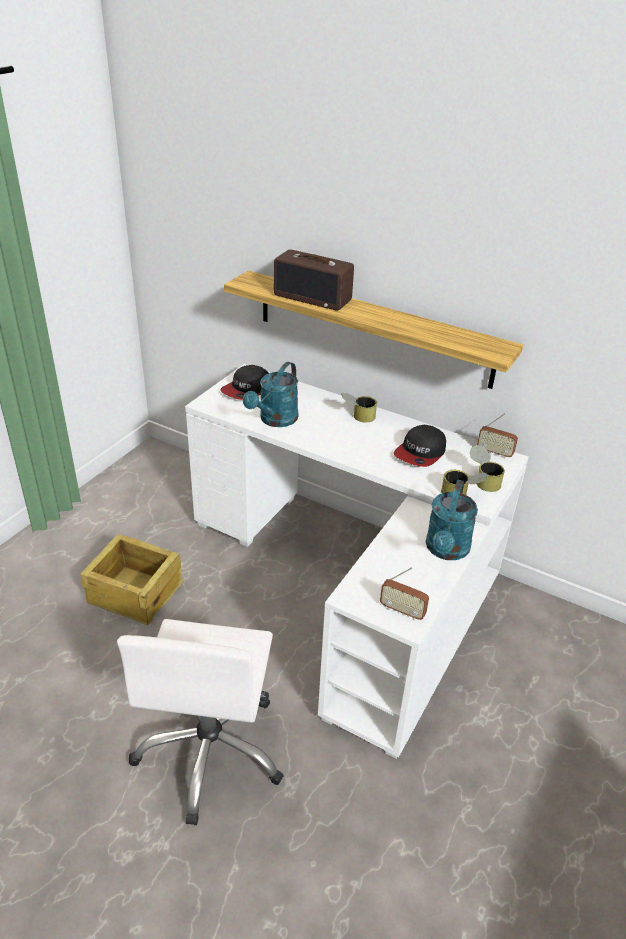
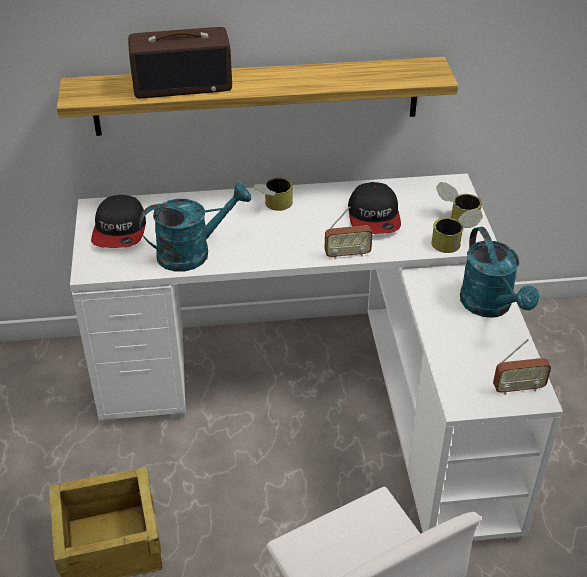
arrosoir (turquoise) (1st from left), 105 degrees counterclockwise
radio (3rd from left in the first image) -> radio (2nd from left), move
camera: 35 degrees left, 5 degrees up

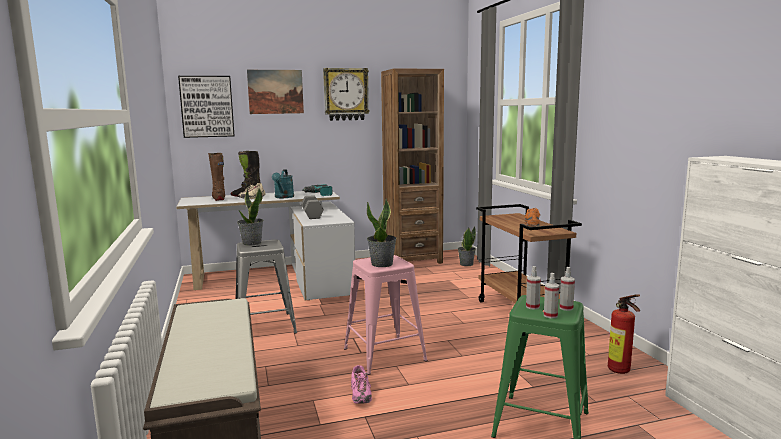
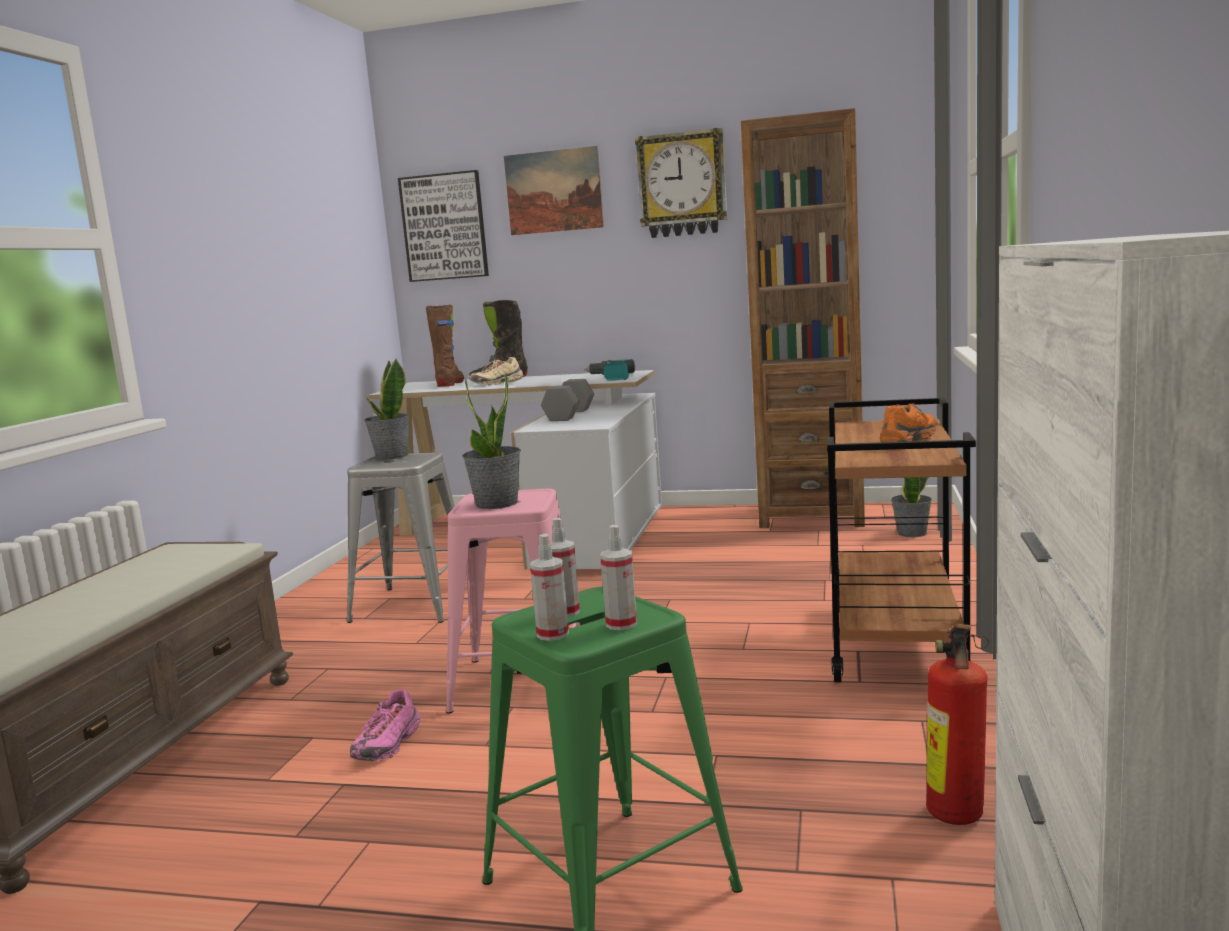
arrosoir (turquoise) -> none
camera: 30 degrees right, 0 degrees up

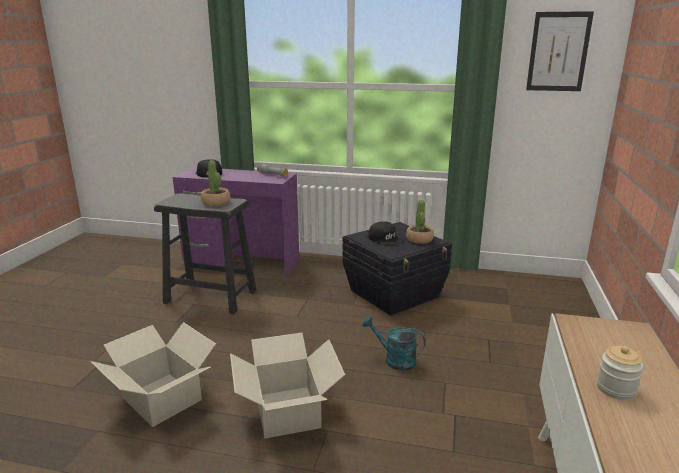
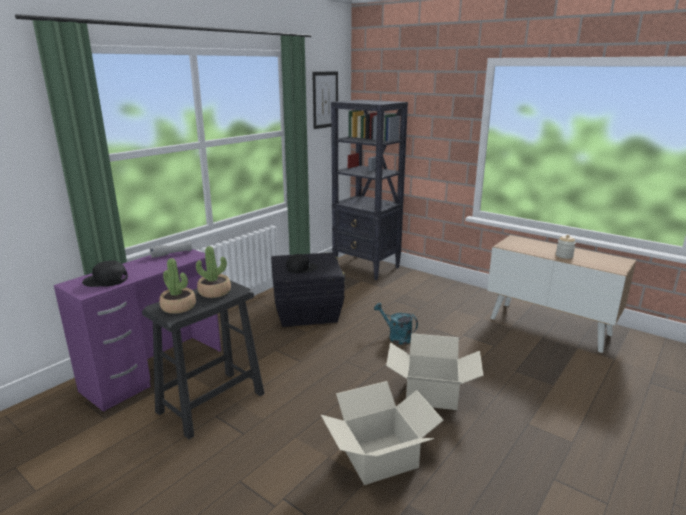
arrosoir (turquoise), 75 degrees clockwise
plante en pot (2nd from left in the first image) -> plante en pot (1st from left), move
none -> bibliothèque (noir)
camera: 65 degrees left, 0 degrees up

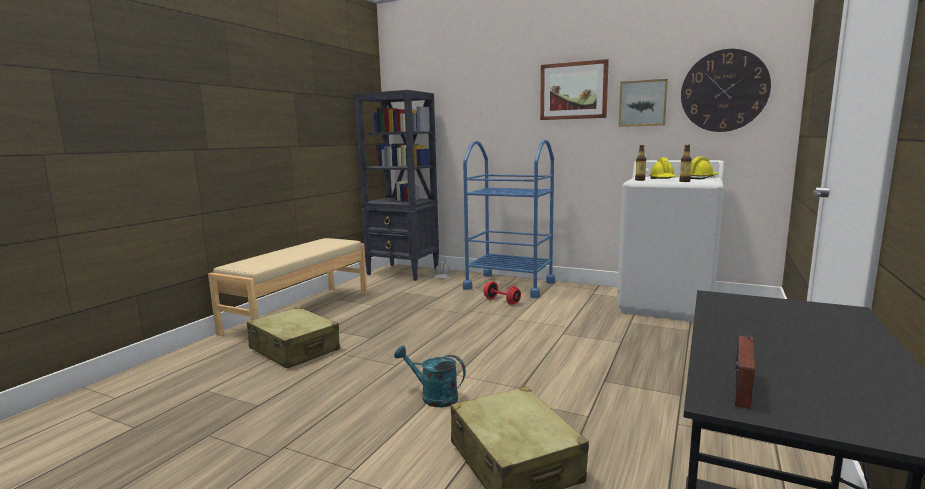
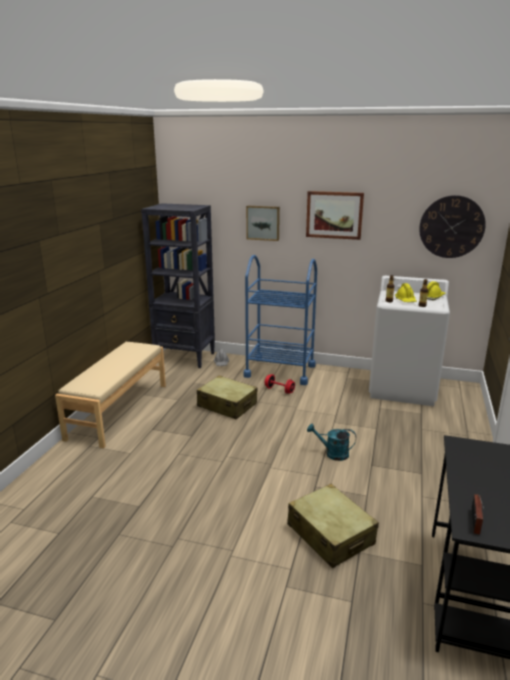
valise (beige) (1st from left), move
arrosoir (turquoise), move
tableau (2nd from left in the first image) -> tableau (1st from left), move
camera: 10 degrees left, 10 degrees up

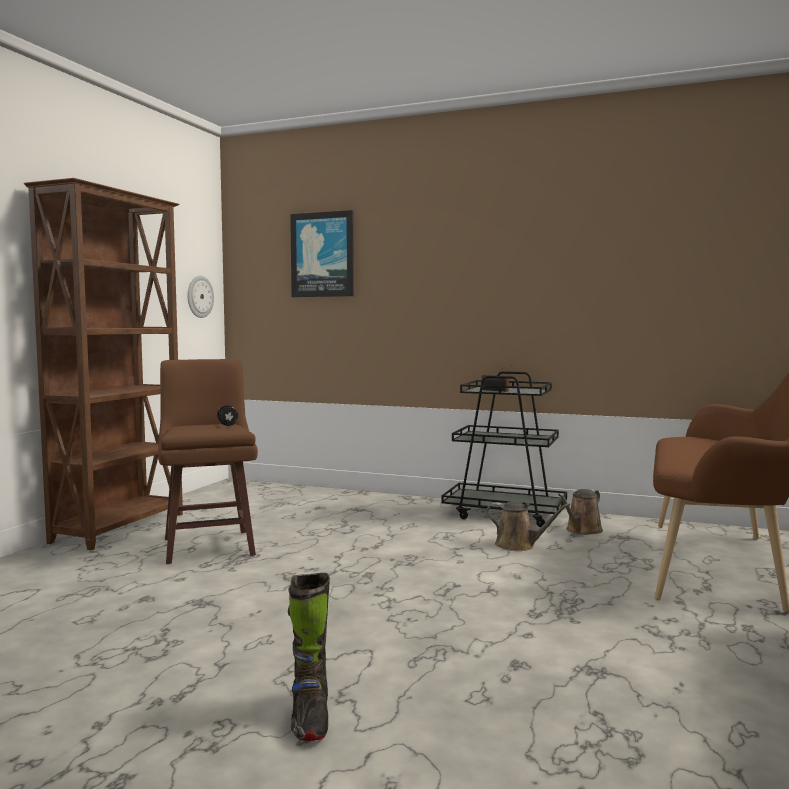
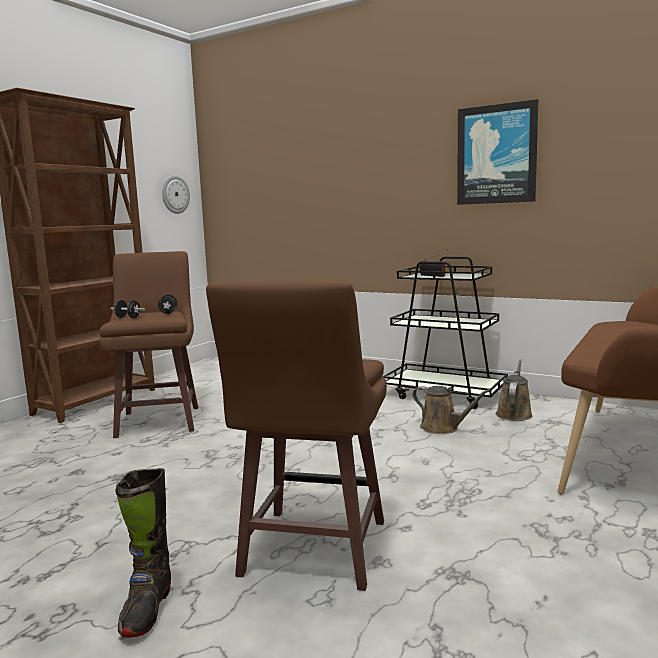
tableau, move
arrosoir (marron) (2nd from left), 150 degrees clockwise
none -> haltère (noir) (1st from left)
none -> tabouret (marron) (2nd from left)
camera: 10 degrees right, 5 degrees up

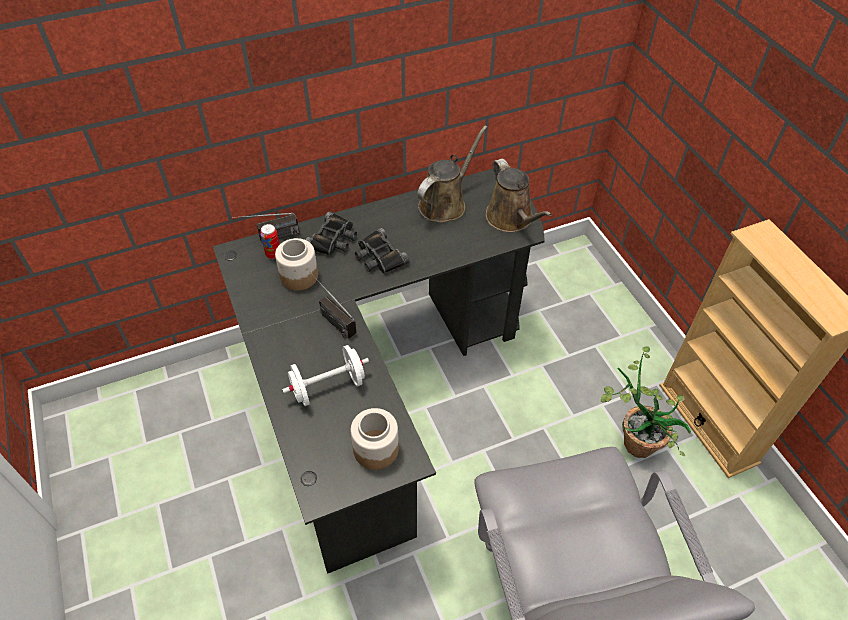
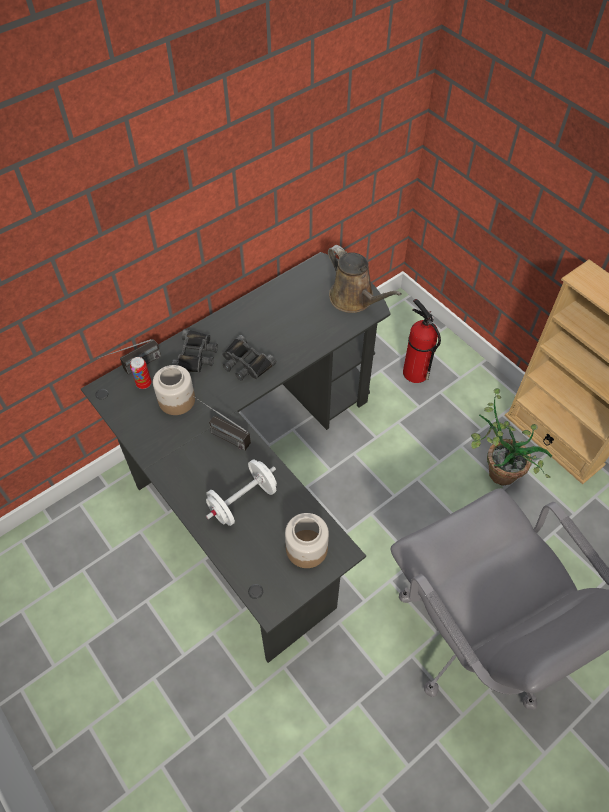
arrosoir (marron) (1st from left) -> none
none -> extincteur
camera: 15 degrees left, 5 degrees up

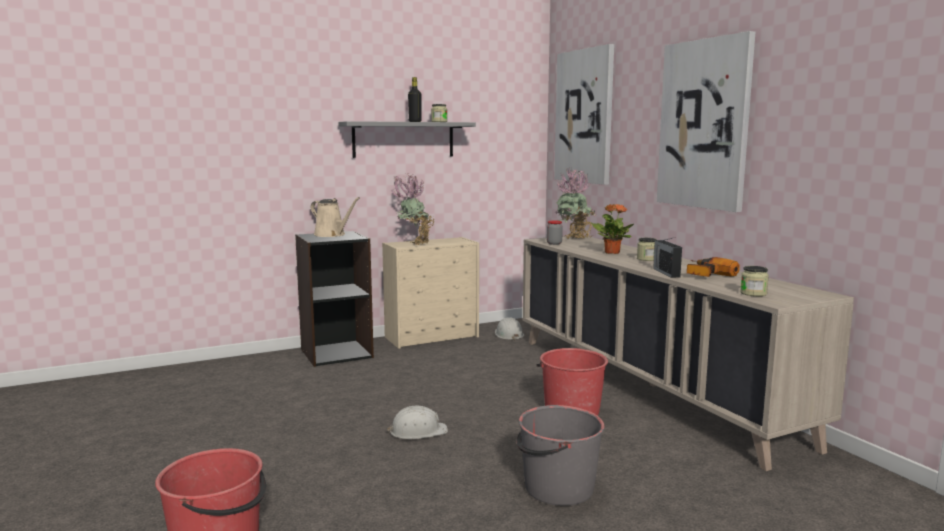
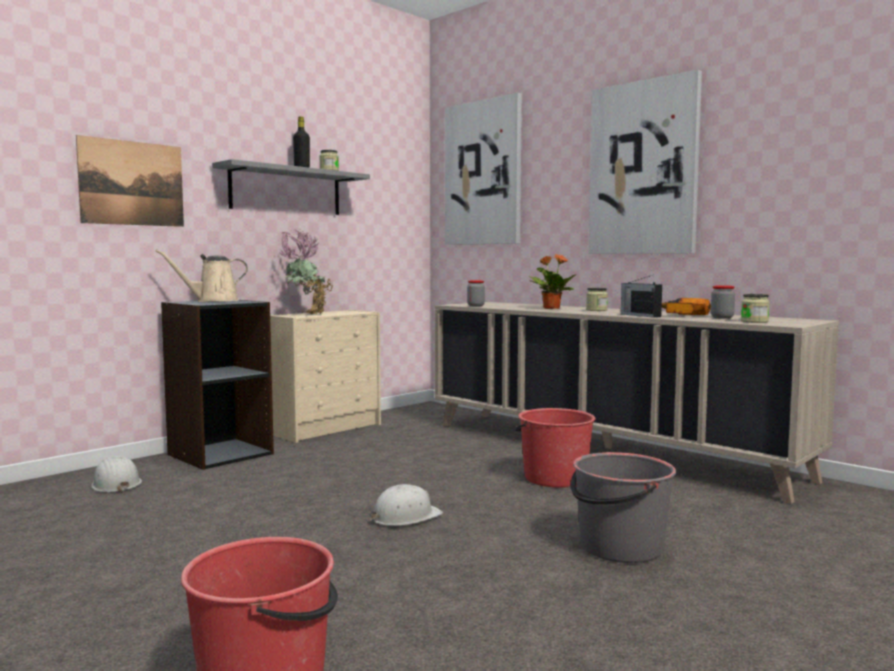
arrosoir (beige), 135 degrees clockwise
casque de chantier (blanc) (2nd from left in the first image) -> casque de chantier (blanc) (1st from left), move
plante en pot (2nd from left) -> none
none -> tableau (1st from left)
none -> bocal (4th from left)
camera: 20 degrees left, 5 degrees down

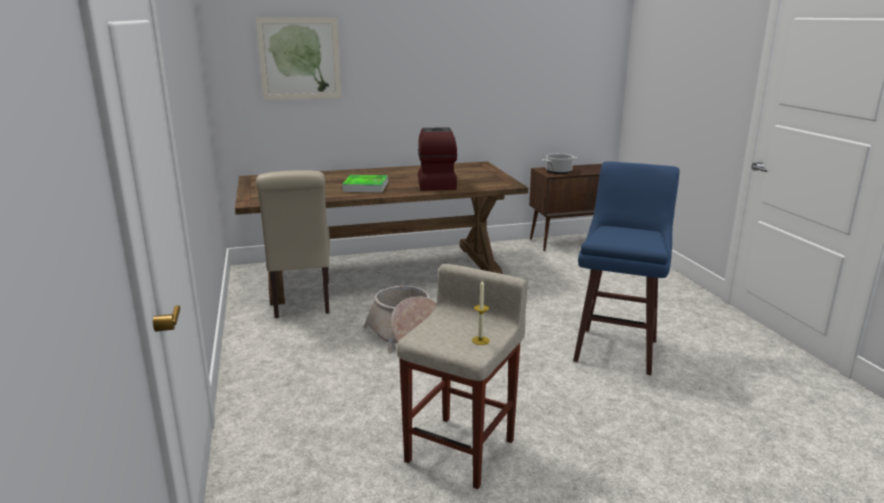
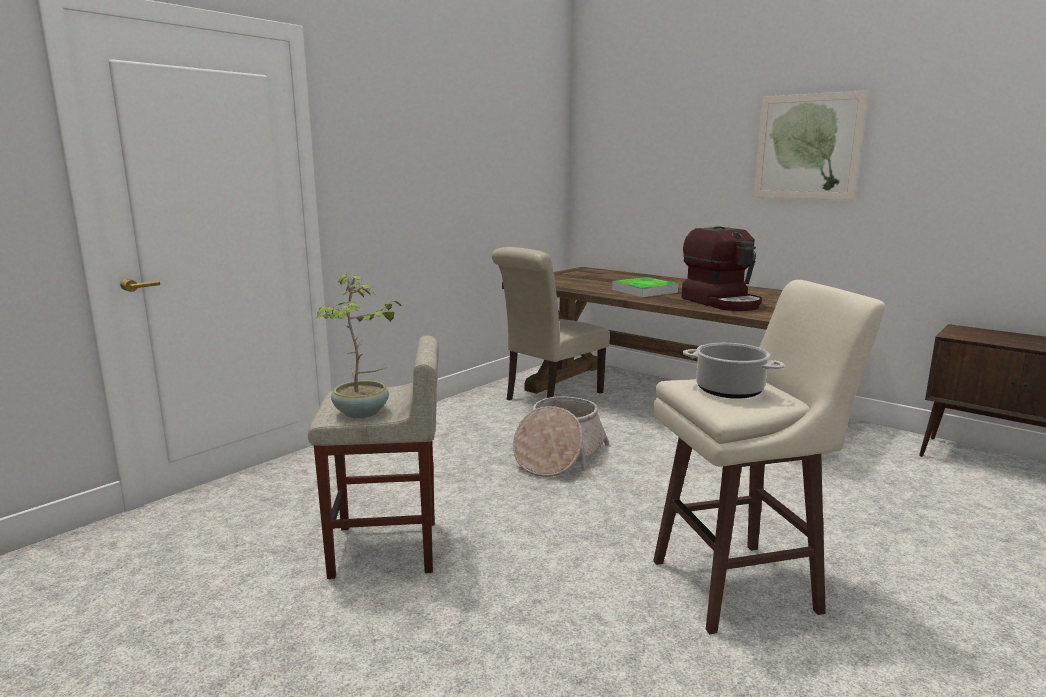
tableau, move
machine à café, 105 degrees clockwise
bougie -> plante en pot
marmite, move
tabouret (bleu) -> tabouret (beige) (2nd from left)
camera: 55 degrees right, 5 degrees down

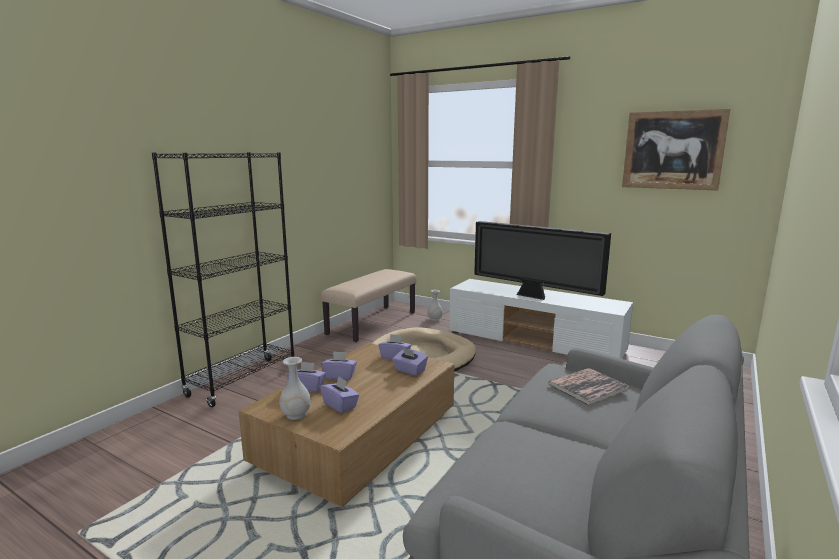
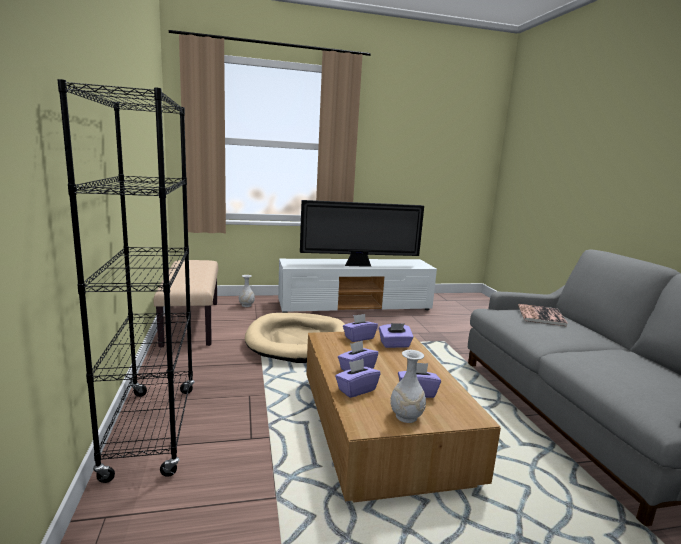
tableau -> none
camera: 45 degrees left, 0 degrees up

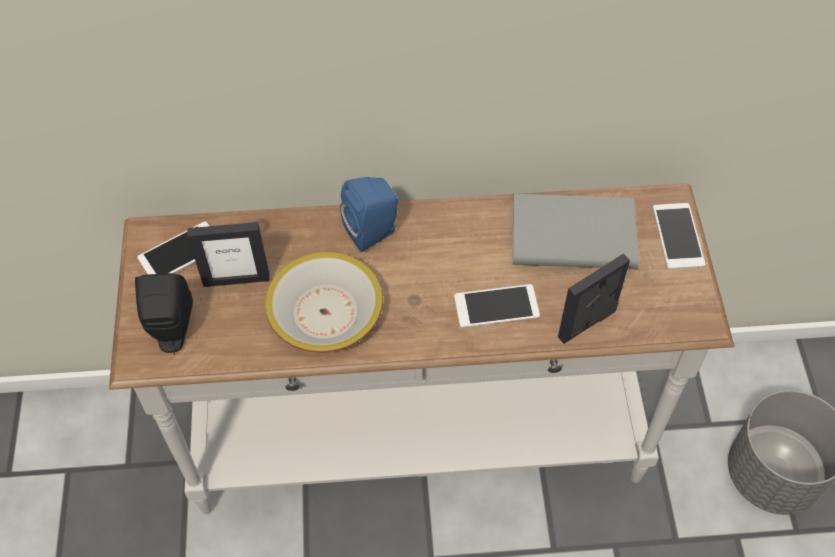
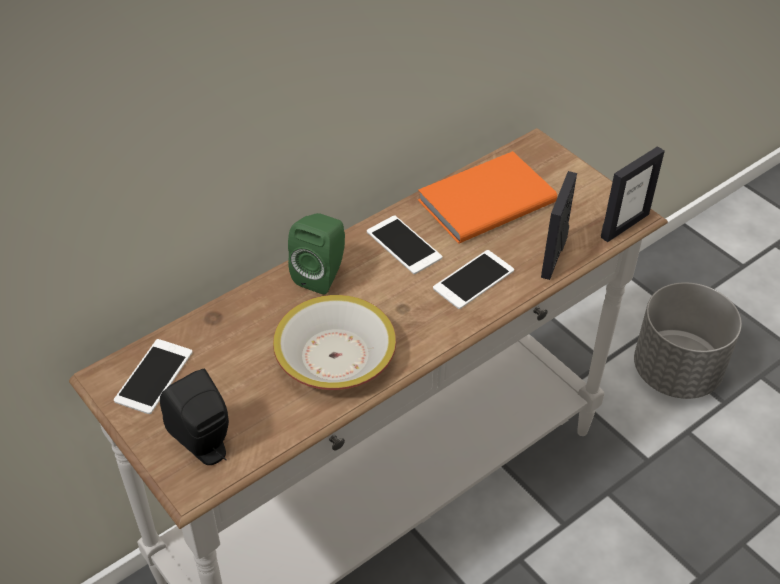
cadre photo (1st from left in the first image) -> cadre photo (2nd from left), move
enceinte (bleu) -> enceinte (vert)
livre (gris) -> livre (orange)
téléphone (3rd from left in the first image) -> téléphone (2nd from left), move
camera: 35 degrees left, 10 degrees down

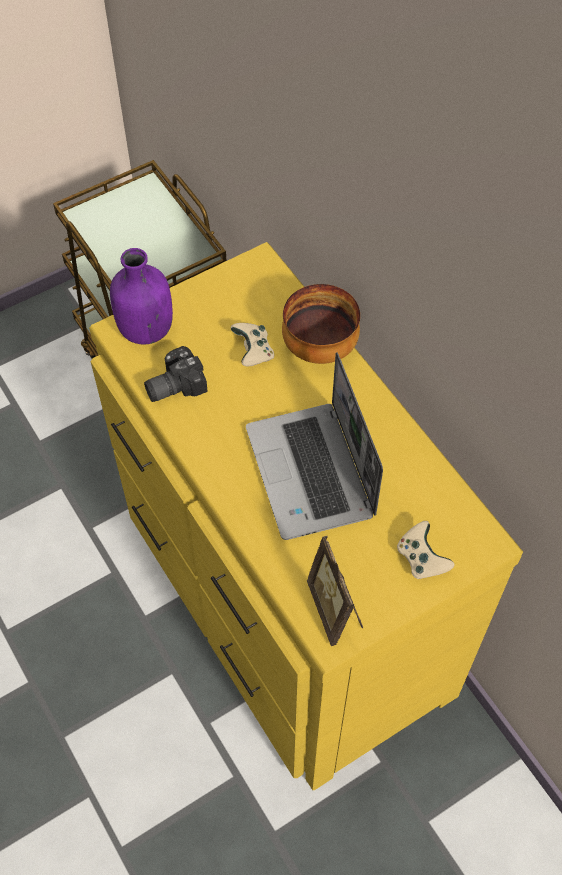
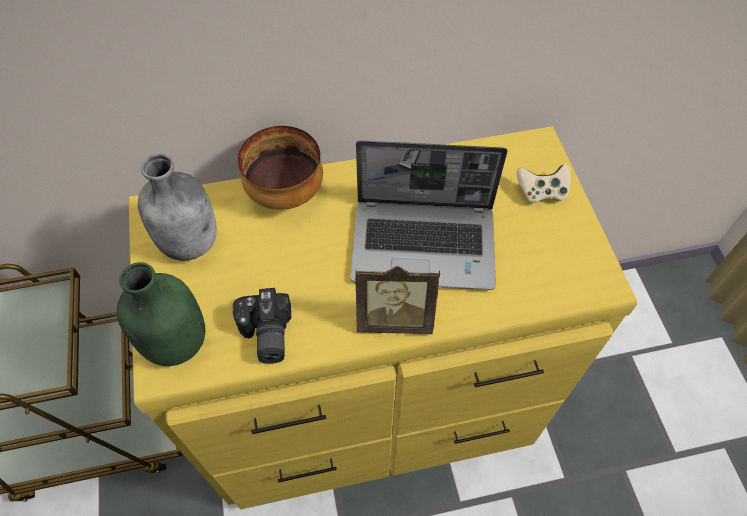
bouteille (violet) -> bouteille (vert)
manette (beige) (1st from left) -> none
cadre photo, move
none -> bouteille (gris)
camera: 70 degrees left, 0 degrees up

